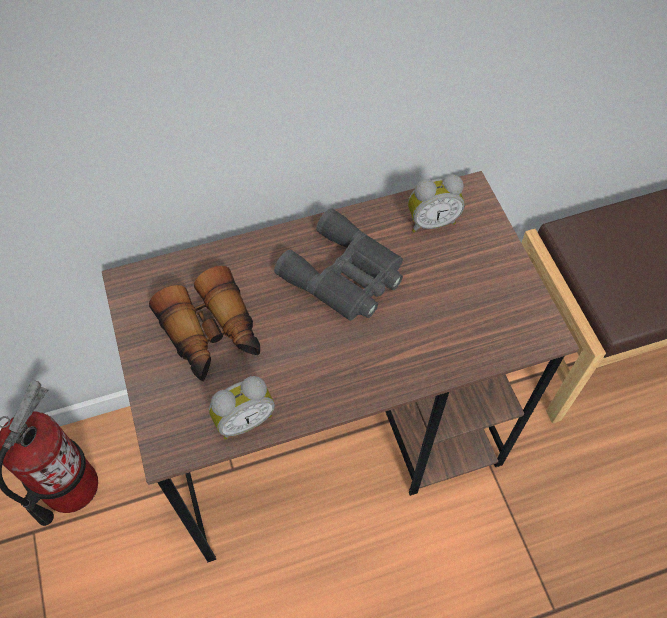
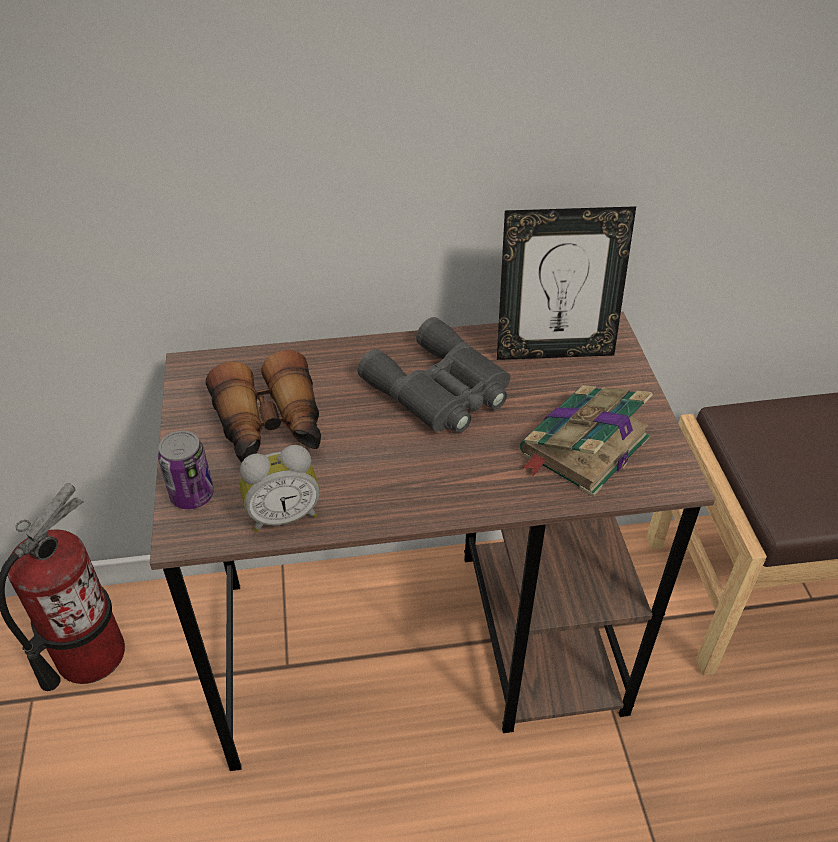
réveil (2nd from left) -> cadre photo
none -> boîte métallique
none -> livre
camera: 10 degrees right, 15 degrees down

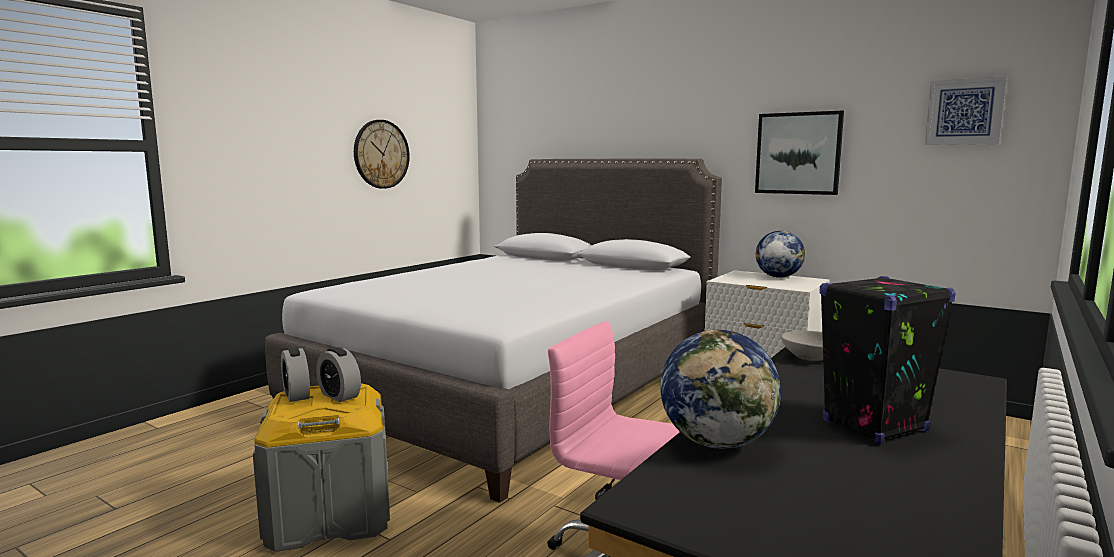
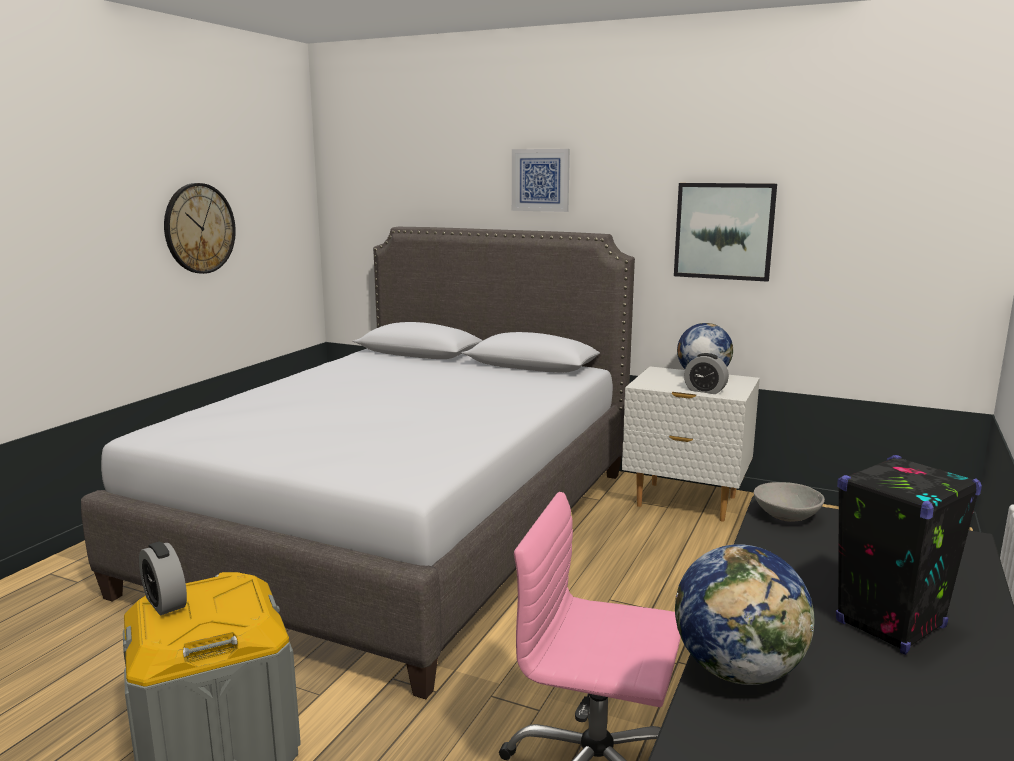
réveil (2nd from left), move
tableau (2nd from left in the first image) -> tableau (1st from left), move
camera: 10 degrees left, 5 degrees up

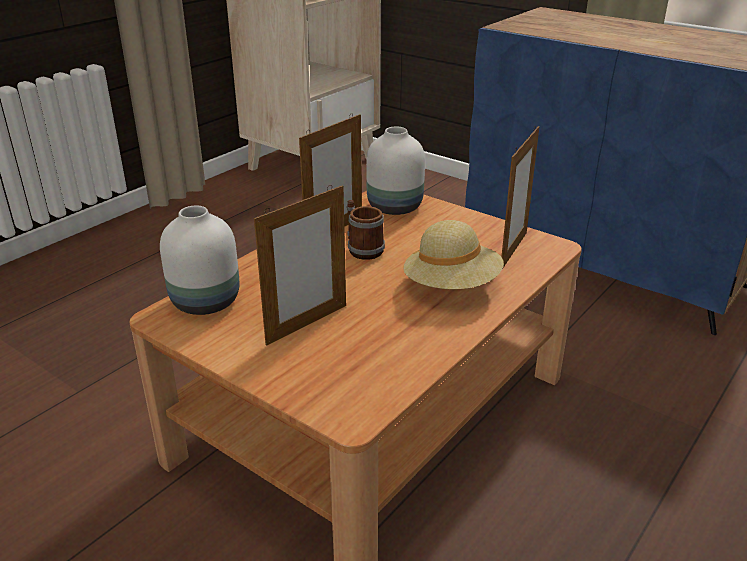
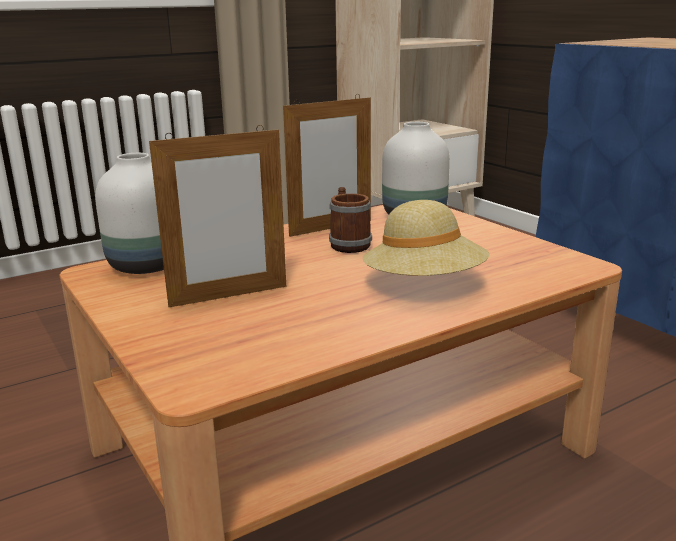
cadre photo (3rd from left) -> none
camera: 20 degrees right, 10 degrees down

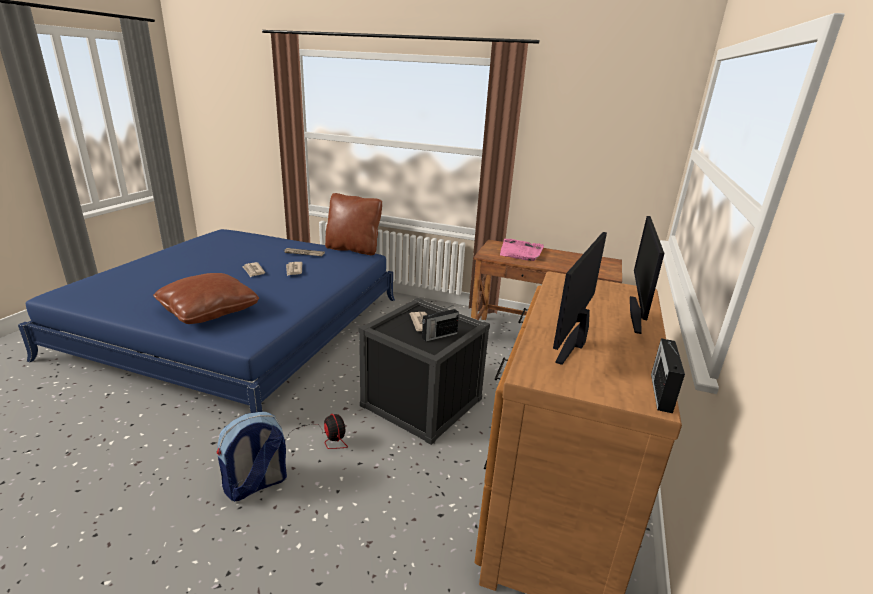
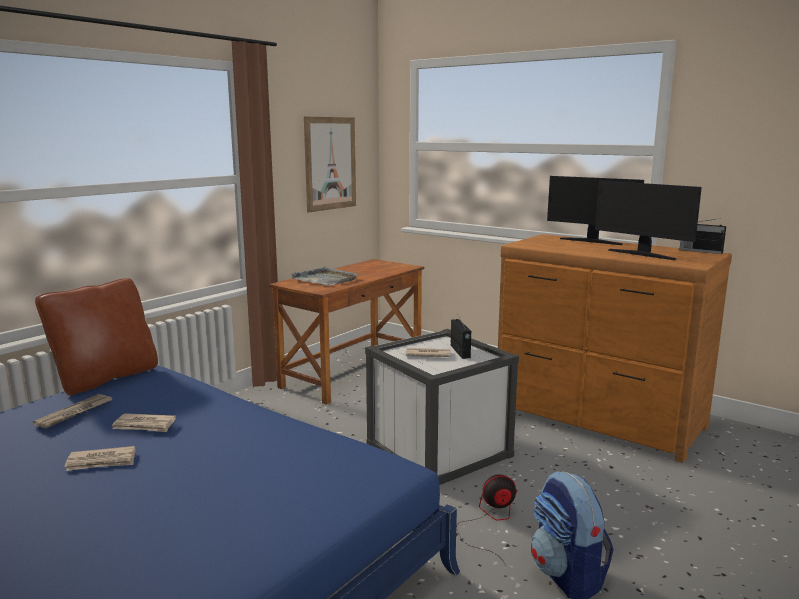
coussin (marron) (1st from left) -> none
boîte de rangement (noir) -> boîte de rangement (blanc)
plateau (rose) -> plateau (gris)
none -> tableau
camera: 70 degrees left, 10 degrees down

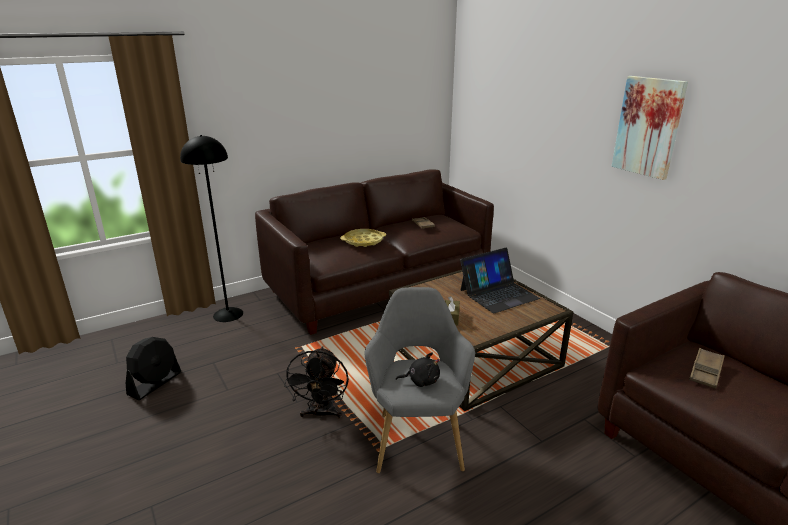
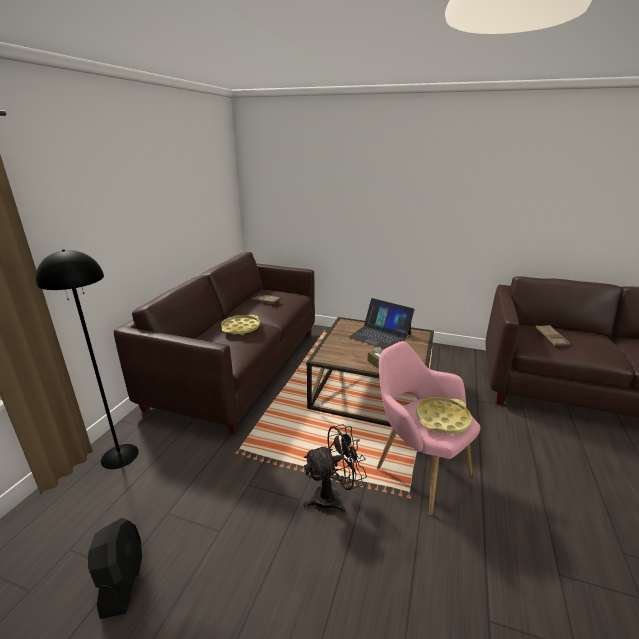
ventilateur (noir) (2nd from left), 75 degrees counterclockwise
fauteuil (gris) -> fauteuil (rose)
peluche (noir) -> plateau (jaune) (2nd from left)
ordinateur portable, 105 degrees clockwise
tableau -> none
camera: 40 degrees left, 0 degrees up

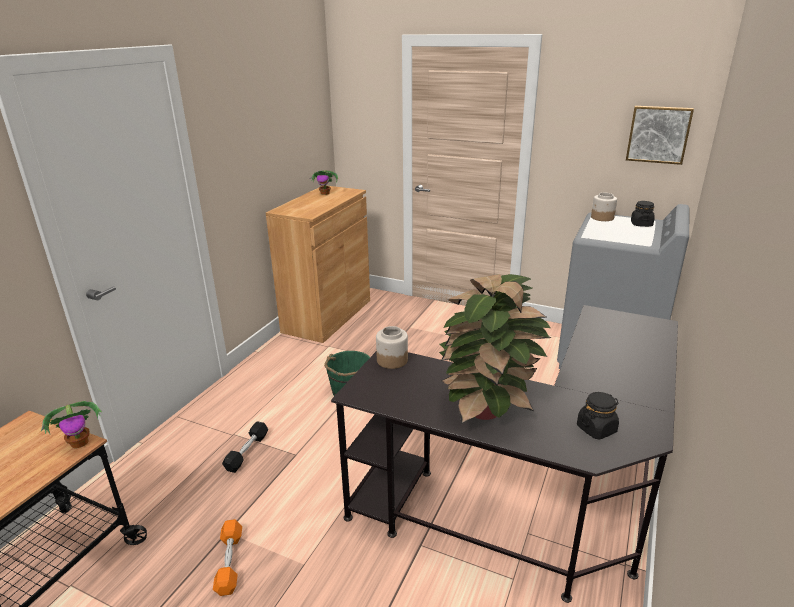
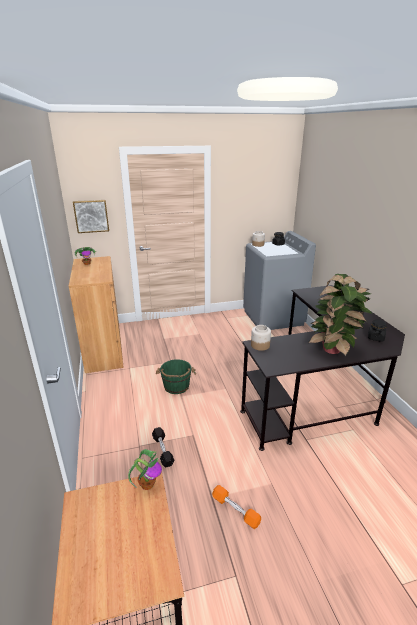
tableau, move
camera: 40 degrees left, 0 degrees up

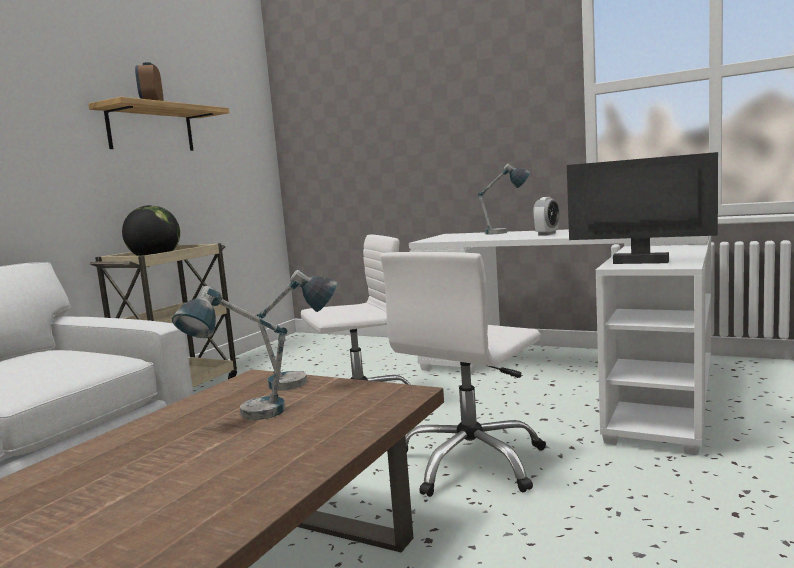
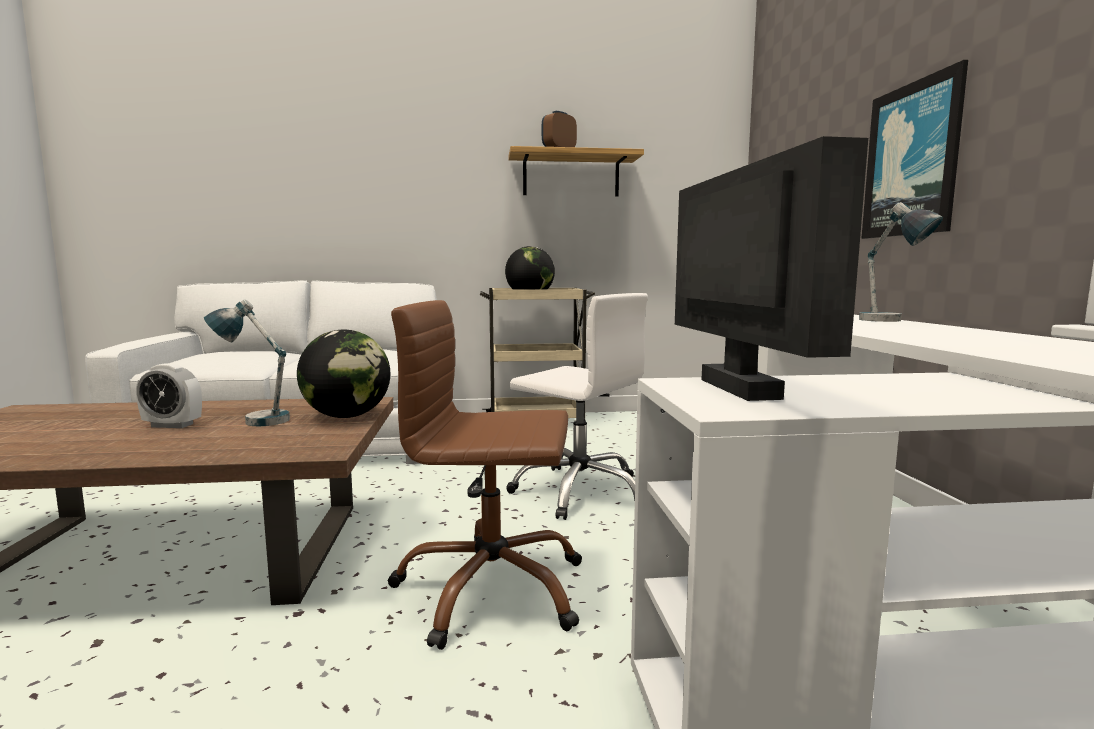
lampe de table (2nd from left) -> globe (1st from left)
chaise de bureau (blanc) (2nd from left) -> chaise de bureau (marron)
réveil (2nd from left in the first image) -> réveil (1st from left), move
none -> tableau
camera: 55 degrees right, 0 degrees up

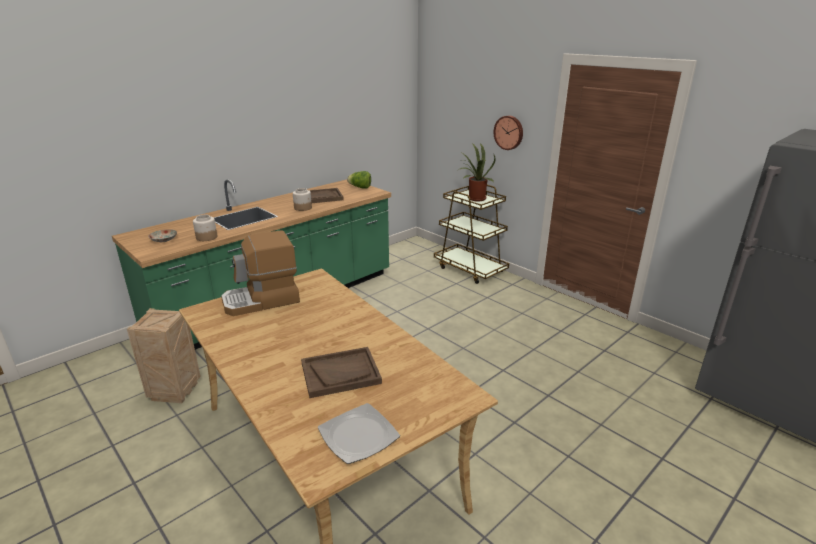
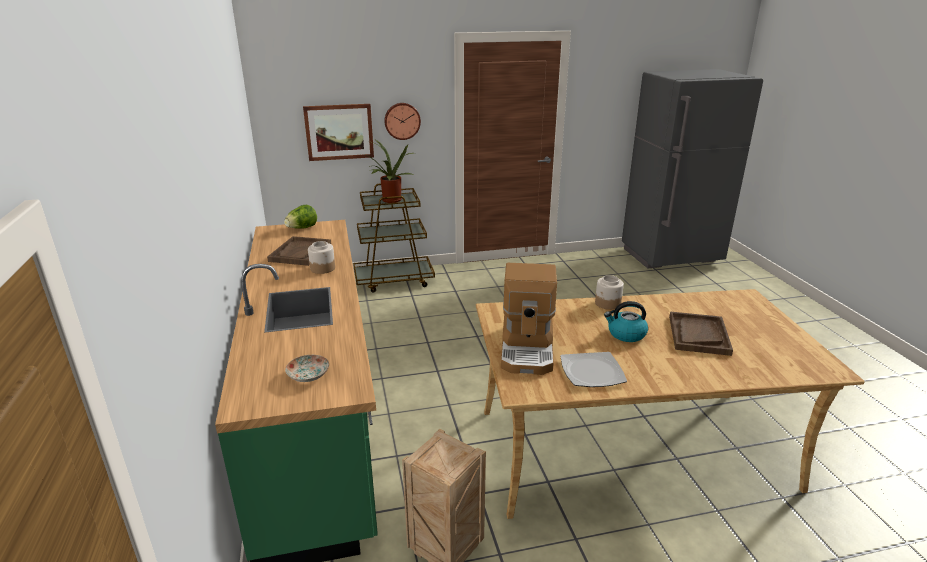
bocal (1st from left in the first image) -> bocal (2nd from left), move
assiette (2nd from left), move
none -> tableau
none -> bouilloire
camera: 60 degrees left, 0 degrees up

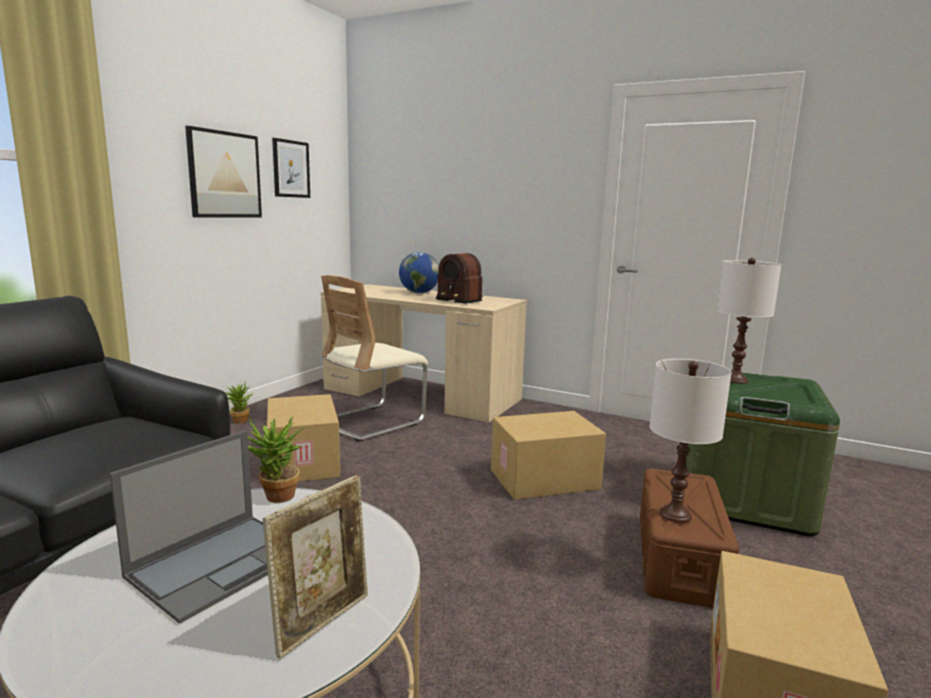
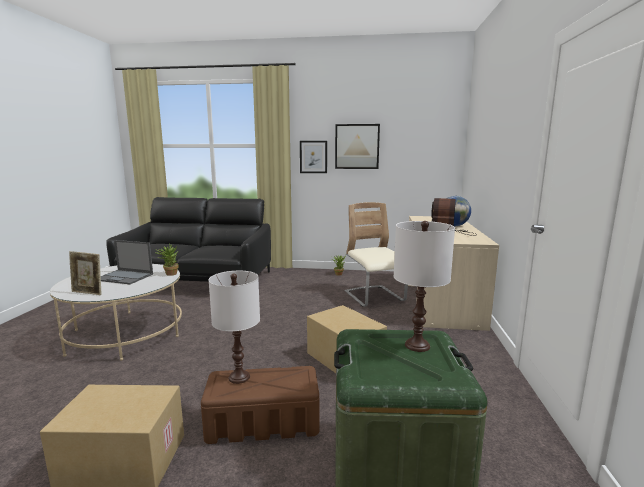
carton (1st from left) -> none
tableau (2nd from left in the first image) -> tableau (1st from left), move
chaise (beige), 45 degrees clockwise
camera: 70 degrees right, 0 degrees up

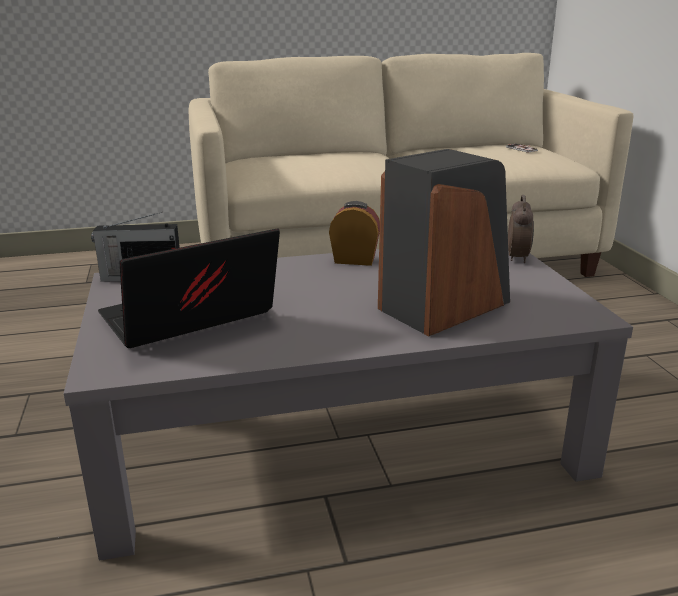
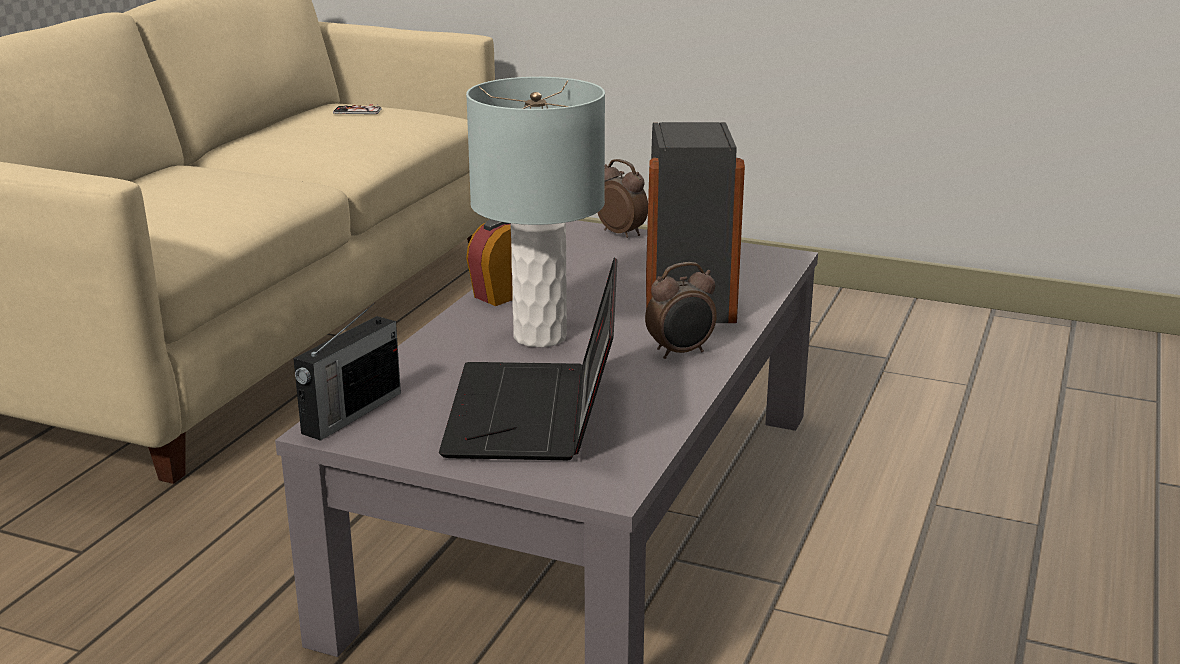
none -> lampe de table (gris)
none -> réveil (3rd from left)
camera: 55 degrees left, 0 degrees up

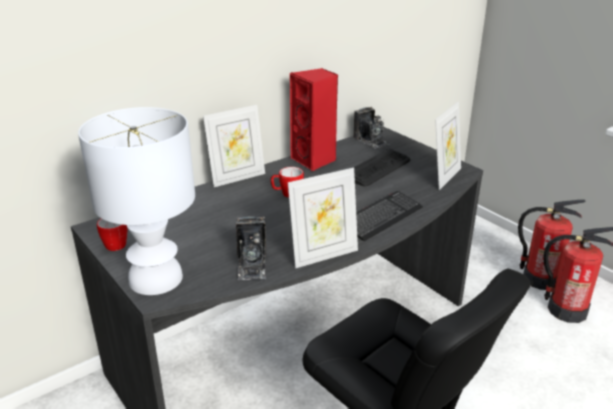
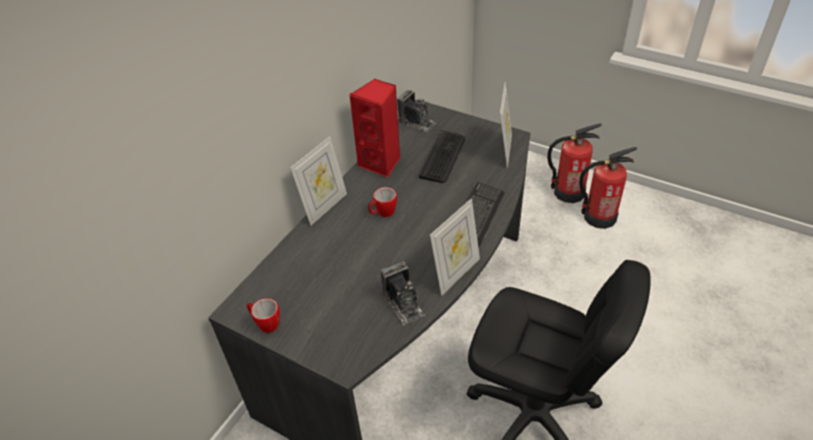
lampe de table (blanc) -> none
camera: 20 degrees left, 15 degrees up

